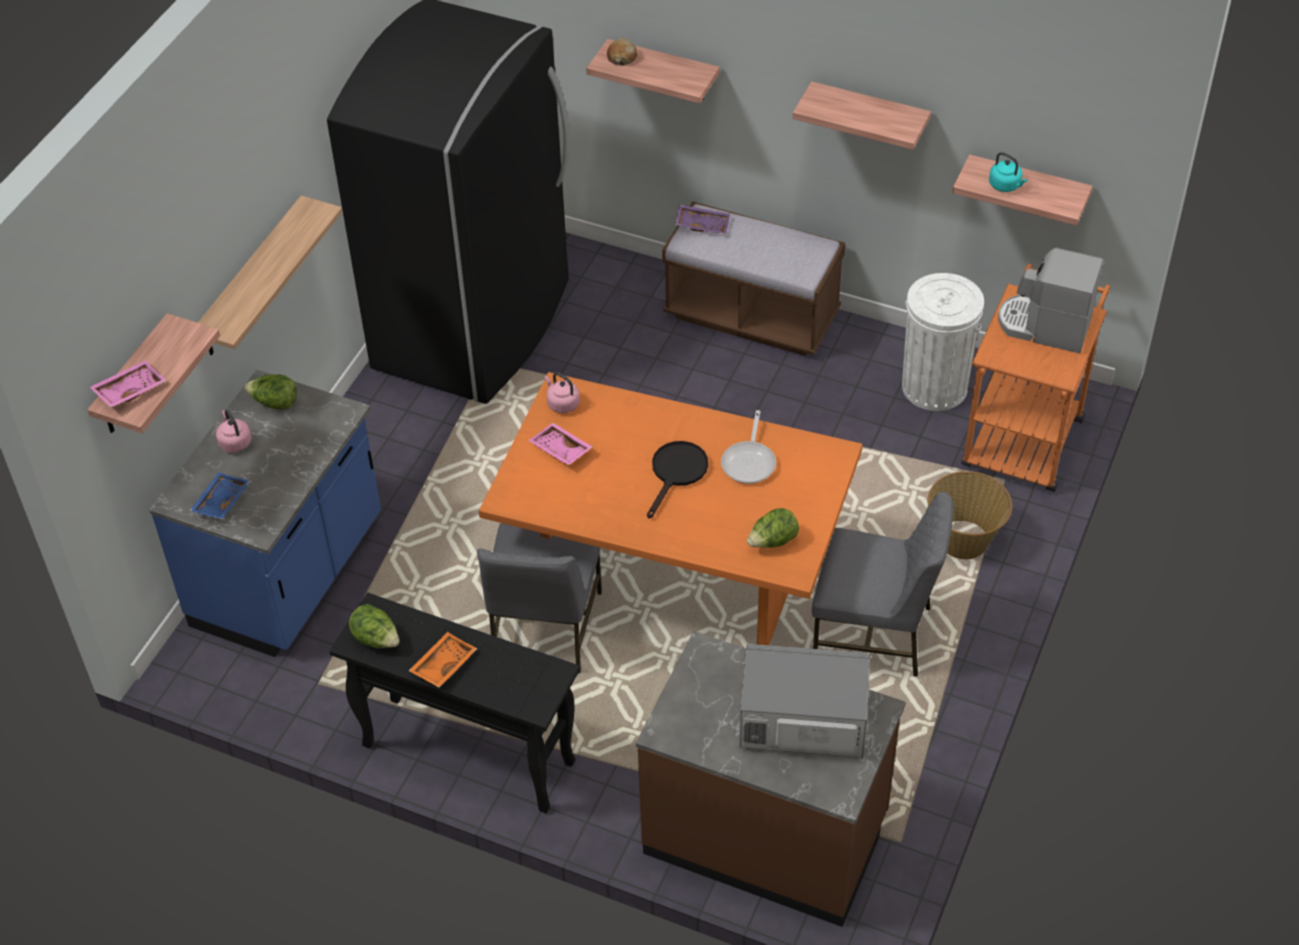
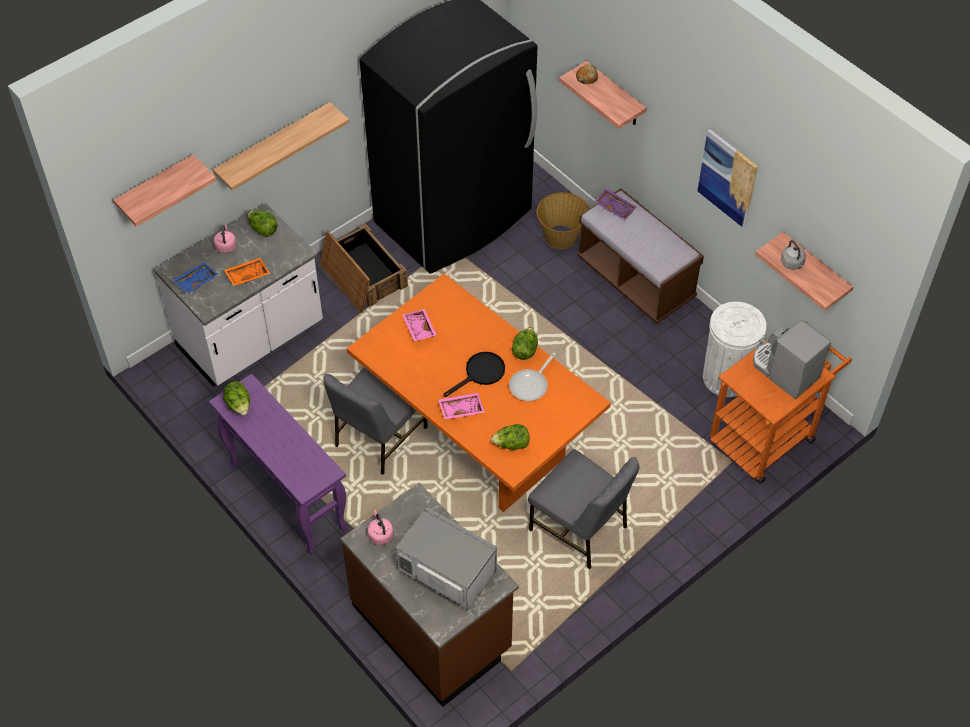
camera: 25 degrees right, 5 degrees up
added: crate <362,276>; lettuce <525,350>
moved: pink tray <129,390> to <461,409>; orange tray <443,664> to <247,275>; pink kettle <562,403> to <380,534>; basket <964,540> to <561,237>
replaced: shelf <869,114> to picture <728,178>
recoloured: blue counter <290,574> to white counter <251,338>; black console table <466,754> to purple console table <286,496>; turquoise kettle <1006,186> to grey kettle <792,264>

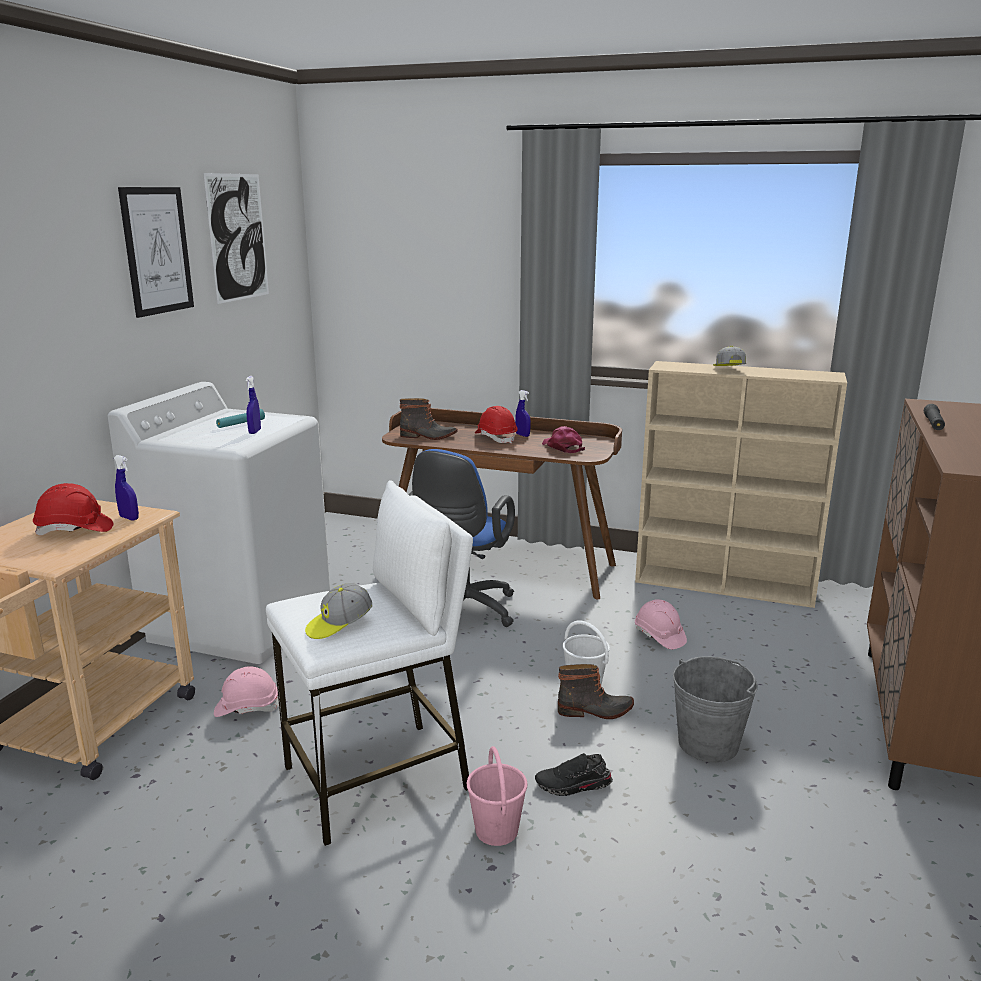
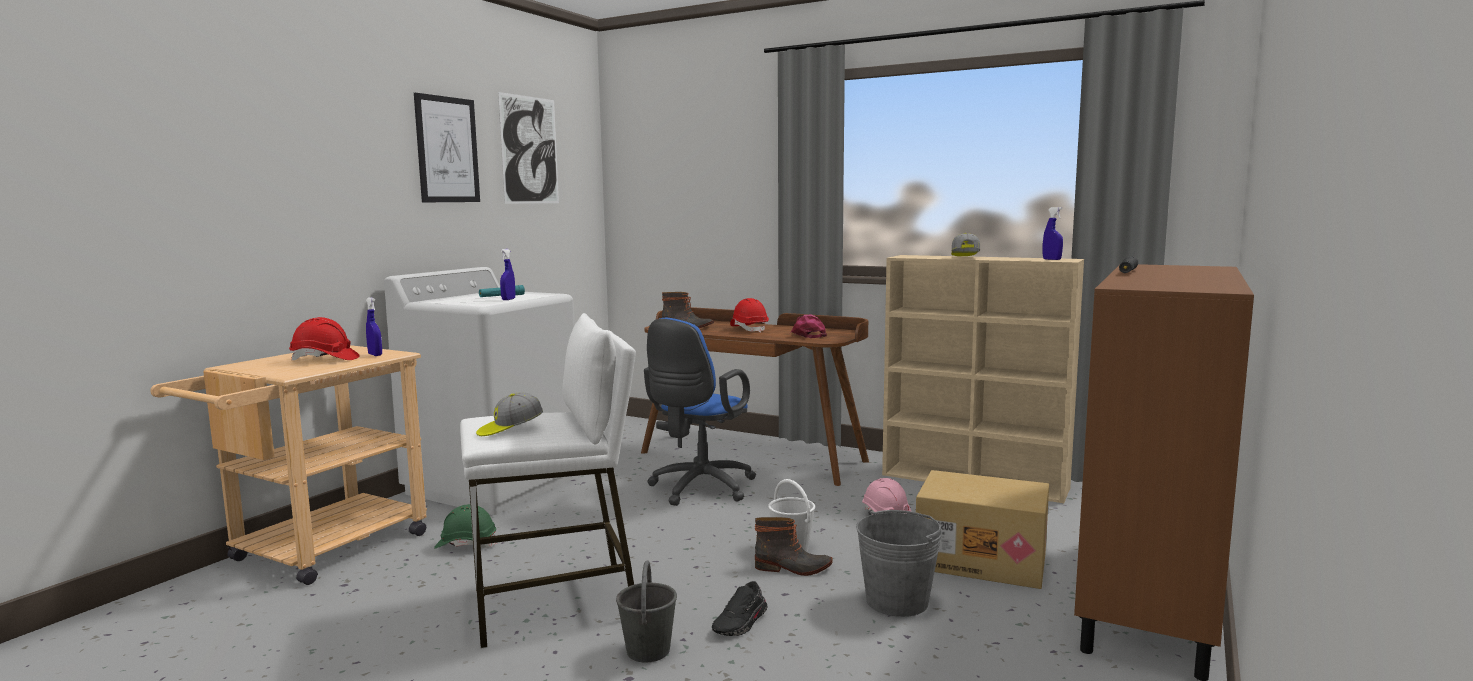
camera: 10 degrees right, 10 degrees down
added: cardboard box <982,560>
moved: blue spray bottle <522,435> to <1051,259>
recoloured: pink hard hat <247,707> to green hard hat <466,544>; pink bucket <497,831> to grey bucket <648,651>
turned: black shoe <573,786> = <741,623> 60 degrees counterclockwise

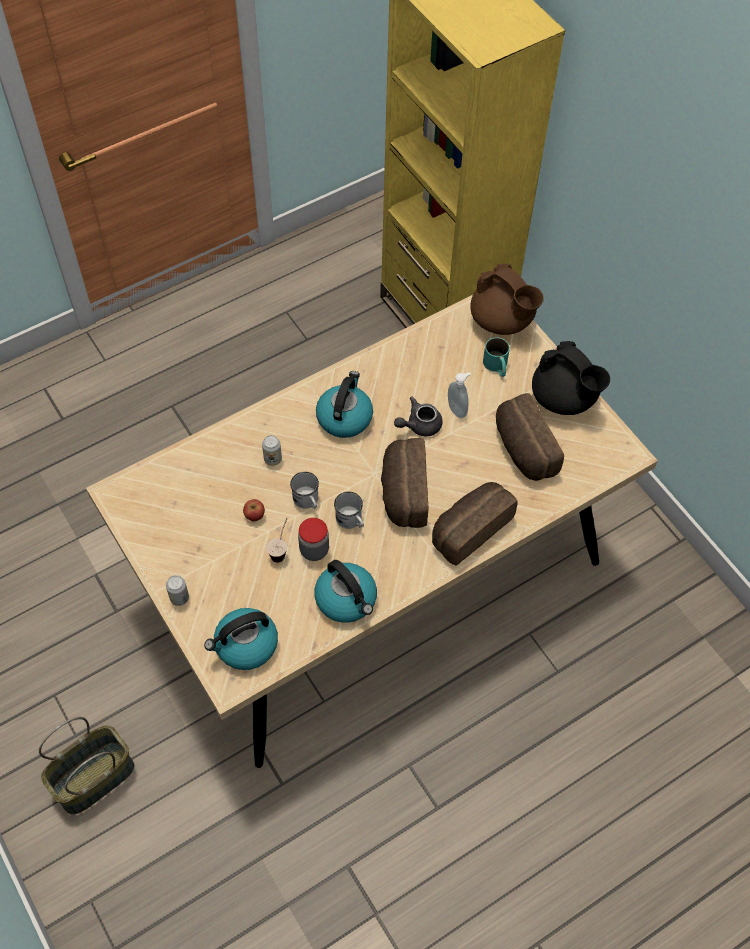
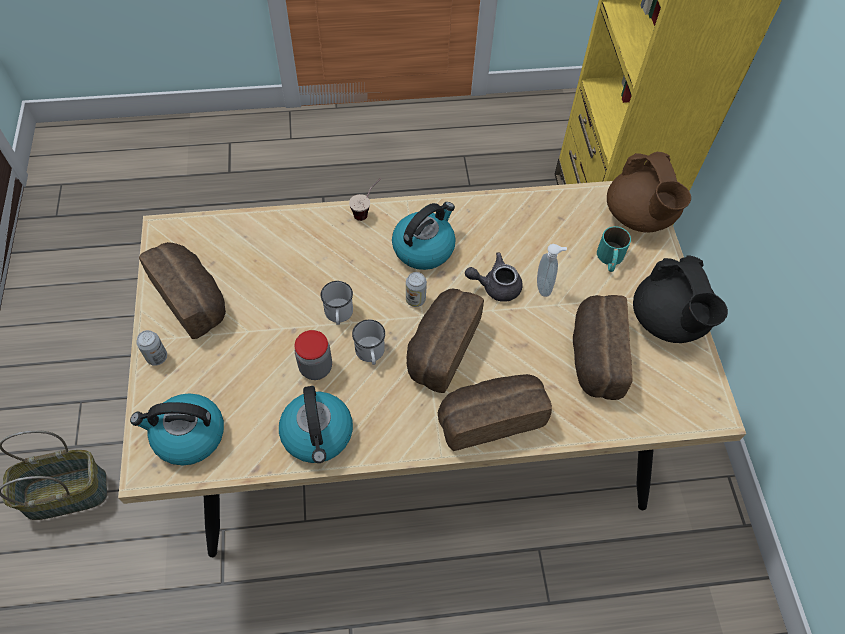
camera: 25 degrees right, 0 degrees up
removed: apple <254,515>
added: bread <193,298>
moved: can <273,459> to <415,299>; cup <281,549> to <367,211>

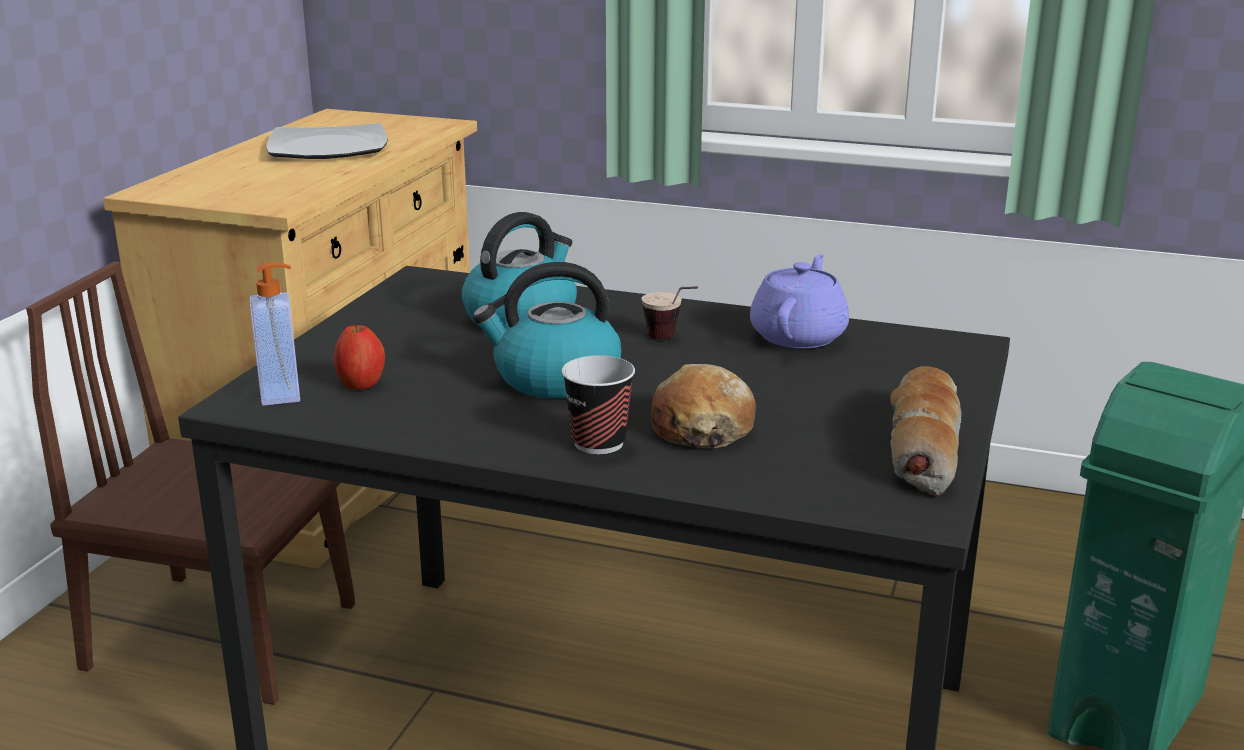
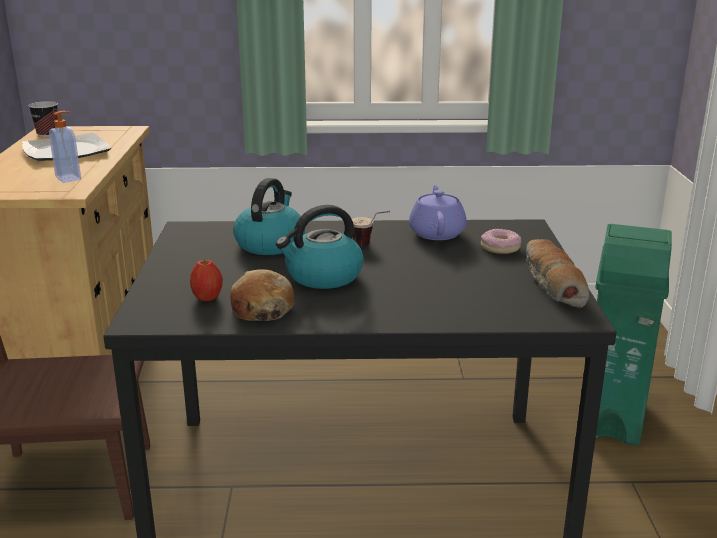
camera: 20 degrees left, 0 degrees up
added: donut <500,247>
moved: soap dispenser <282,394> to <69,178>; cup <598,443> to <47,134>; bread <701,428> to <262,308>

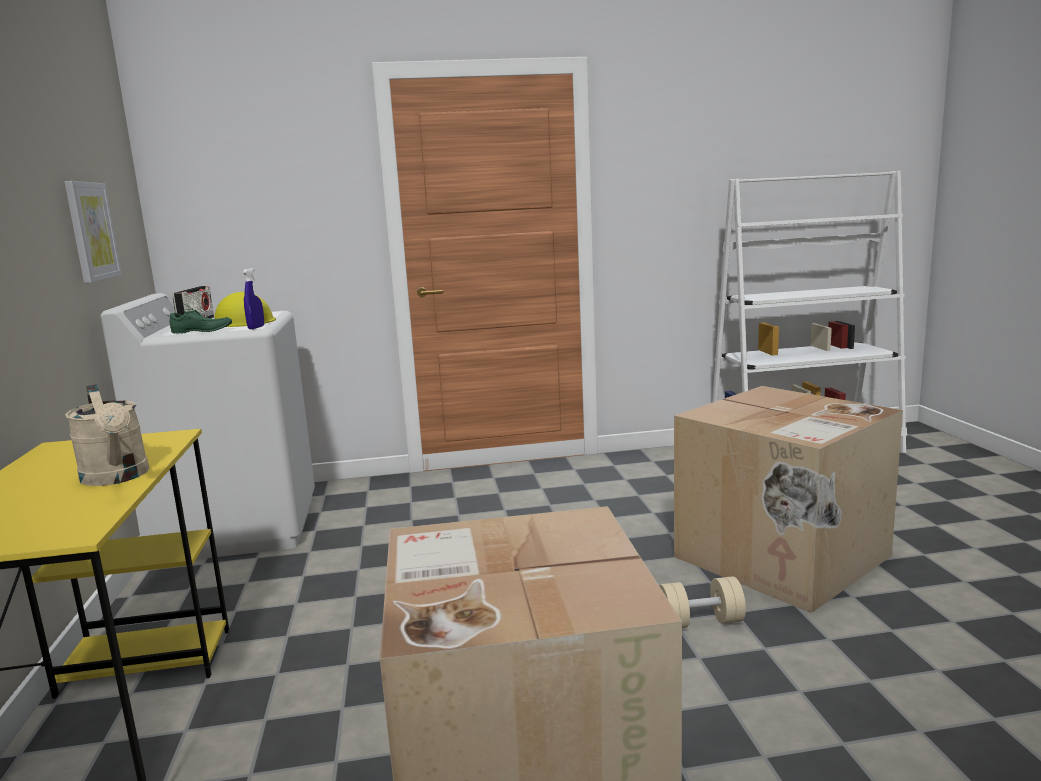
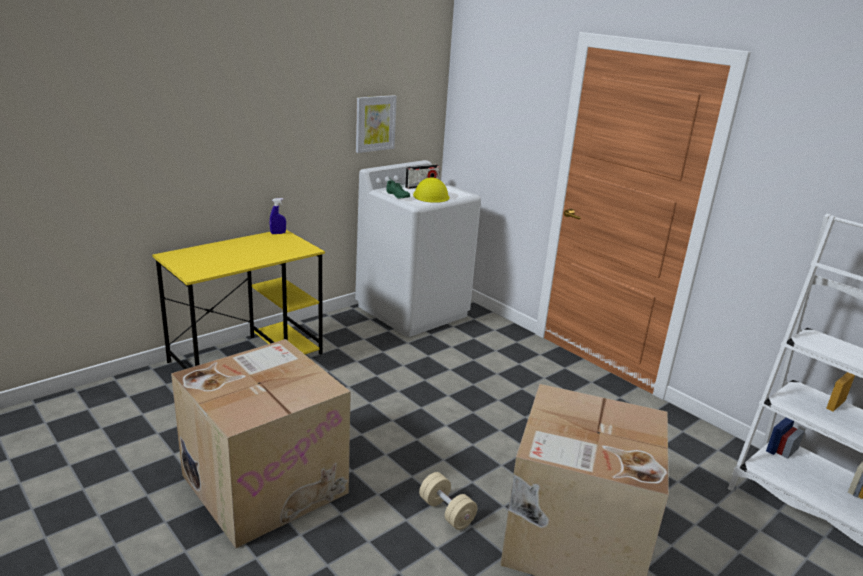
camera: 55 degrees right, 10 degrees up
removed: beige watering can <117,478>
moved: blue spray bottle <256,327> to <278,233>

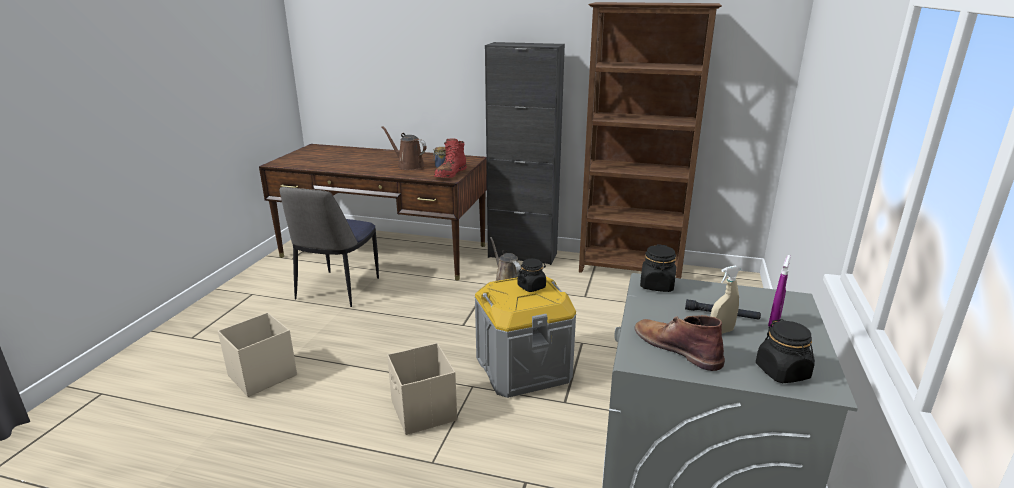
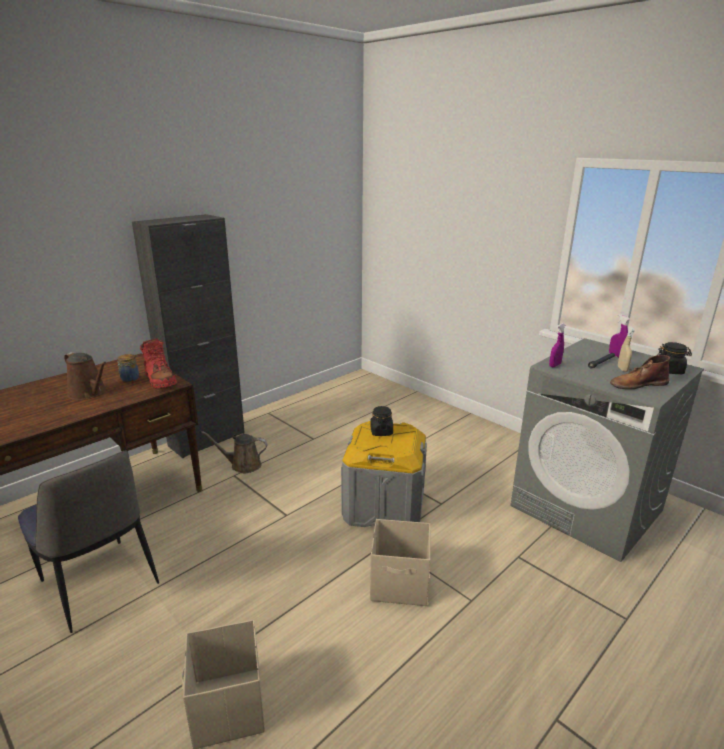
camera: 60 degrees left, 0 degrees up
removed: brown bookcase <631,270>
replaced: black jar <657,285> to purple spray bottle <554,365>
turned: brown watering can <408,166> = <89,393> 120 degrees counterclockwise

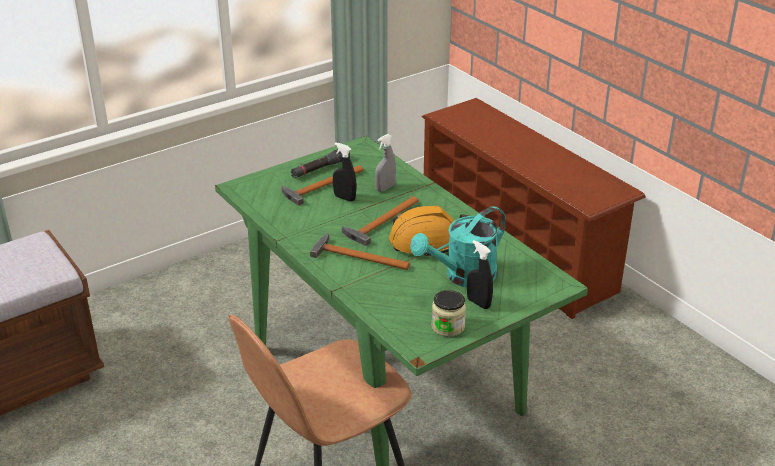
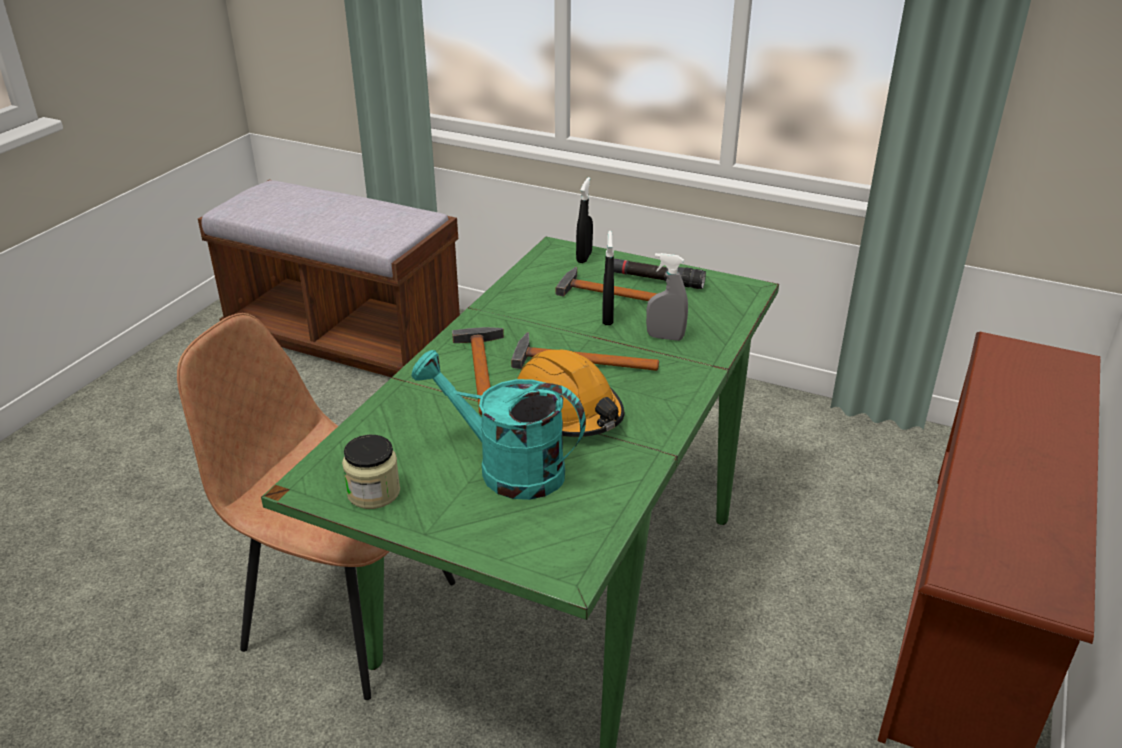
camera: 60 degrees right, 0 degrees up
moved: black spray bottle <478,303> to <584,257>

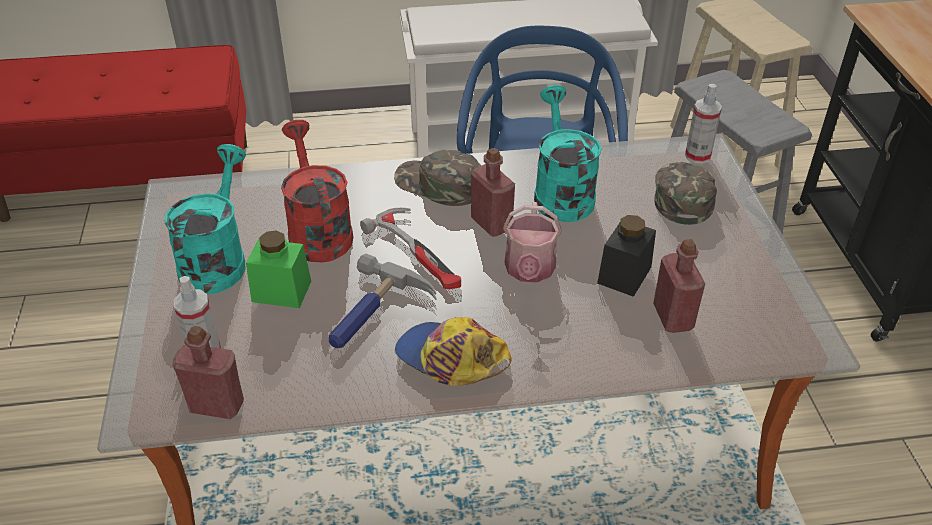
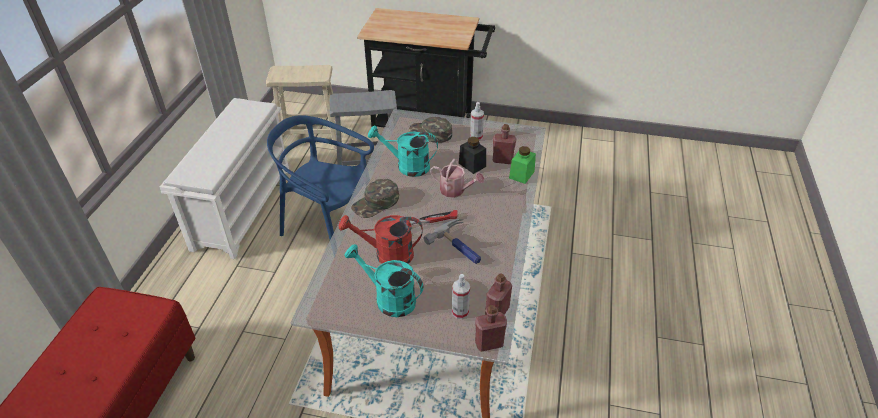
camera: 70 degrees left, 0 degrees up
removed: cap <450,359>
moved: green jar <281,291> to <521,174>; red bottle <491,224> to <489,343>; spray bottle <697,156> to <476,137>

